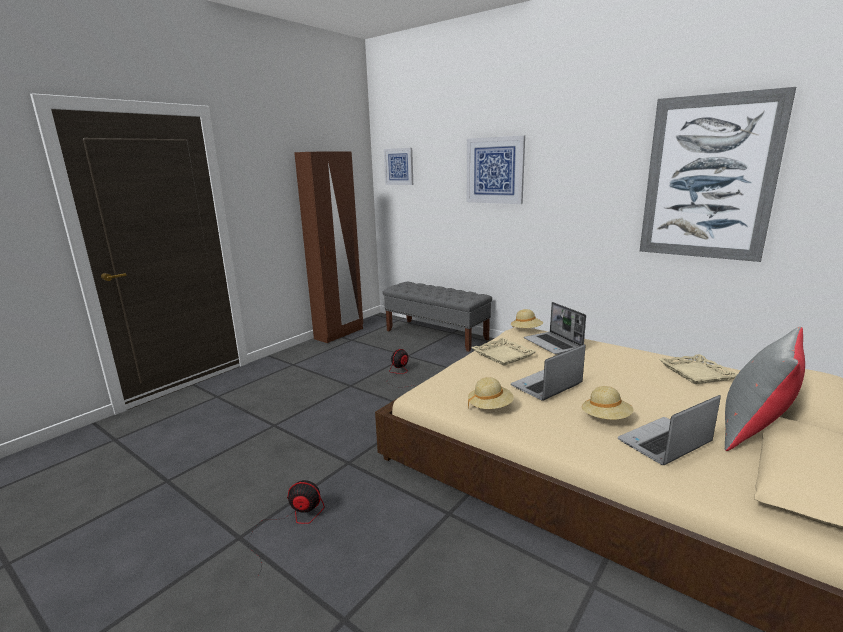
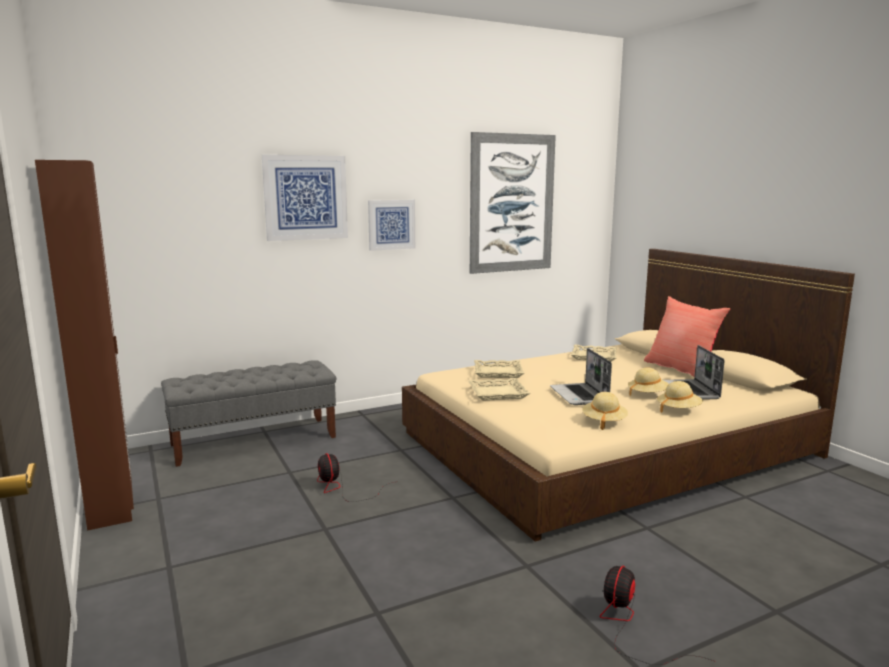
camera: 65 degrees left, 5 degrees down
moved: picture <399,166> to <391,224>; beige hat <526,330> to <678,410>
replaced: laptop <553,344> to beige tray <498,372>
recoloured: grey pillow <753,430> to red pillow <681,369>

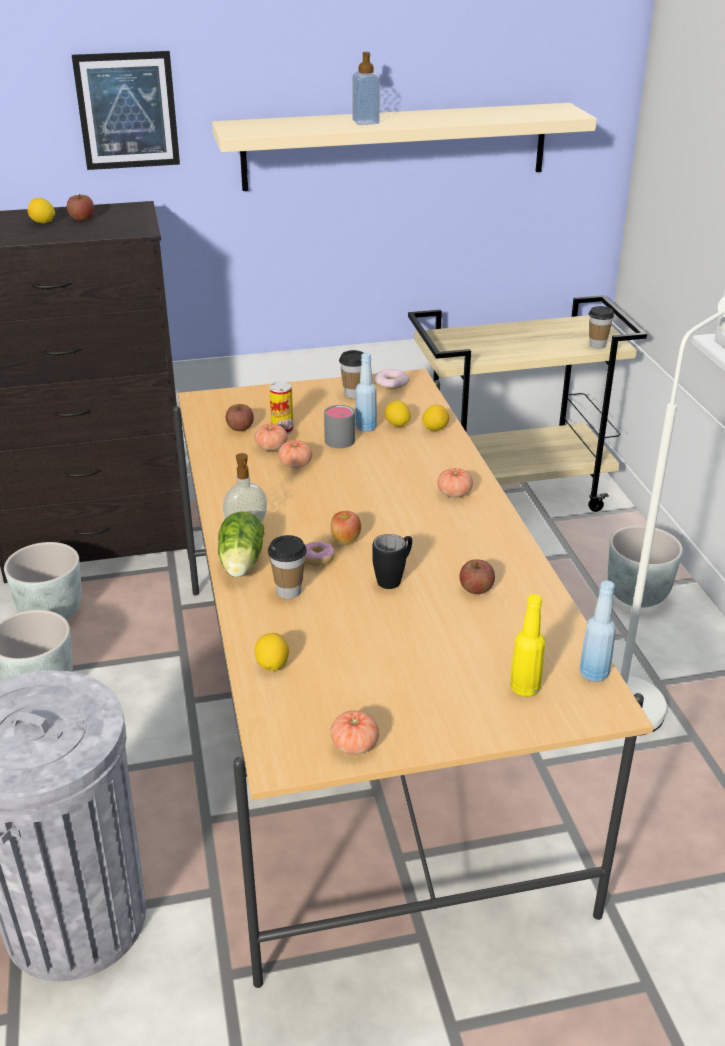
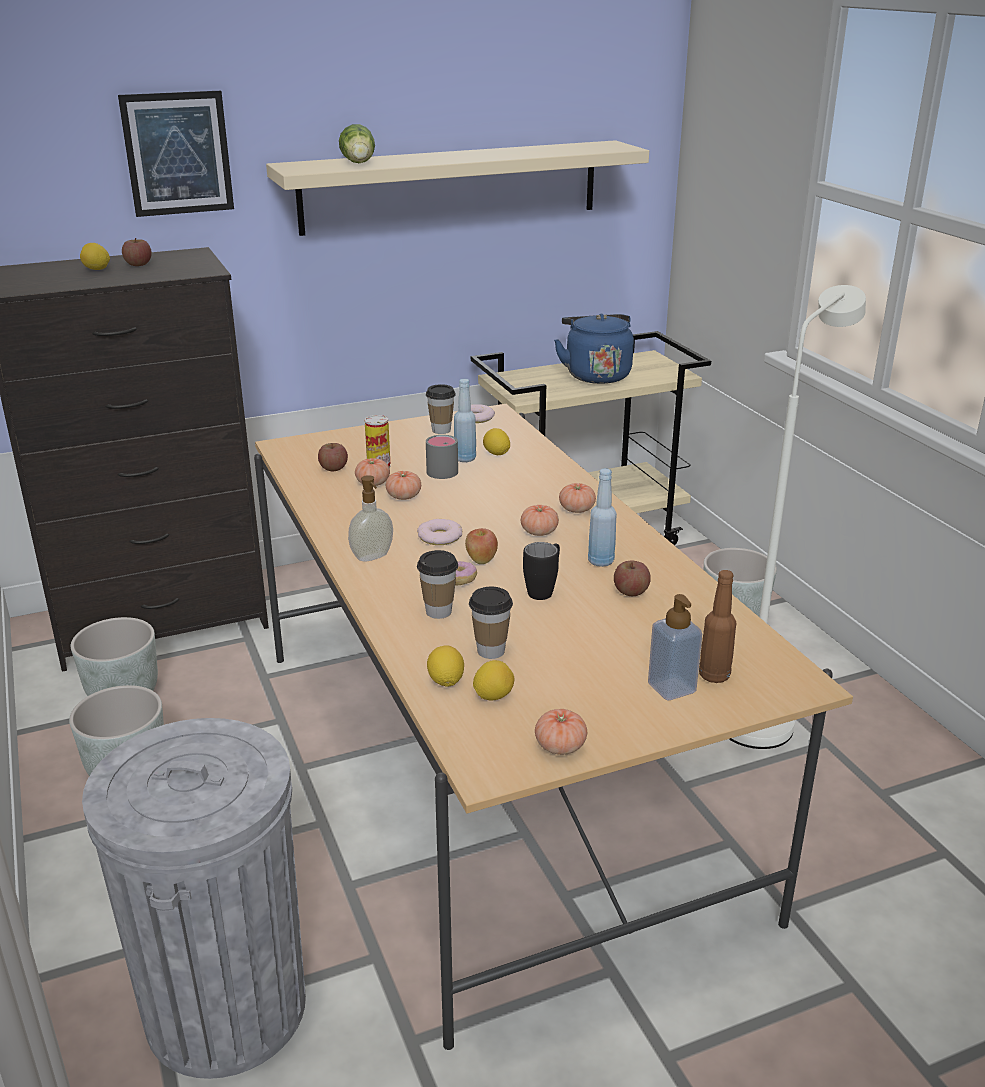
camera: 10 degrees left, 5 degrees down
added: donut <439,537>; tomato <539,532>; blue kettle <596,375>
moved: lettuce <241,564> to <358,163>; soap dispenser <366,122> to <671,688>; lemon <435,428> to <493,696>; blue bottle <593,674> to <600,561>; cup <597,345> to <490,651>
recoloured: yellow bottle <524,688> to brown bottle <714,675>

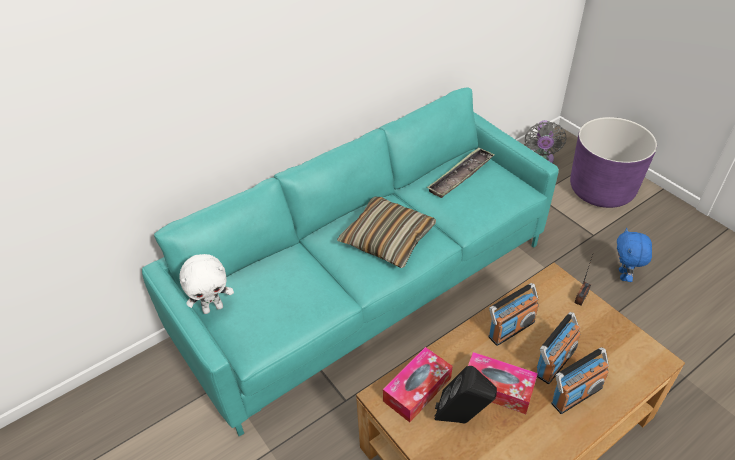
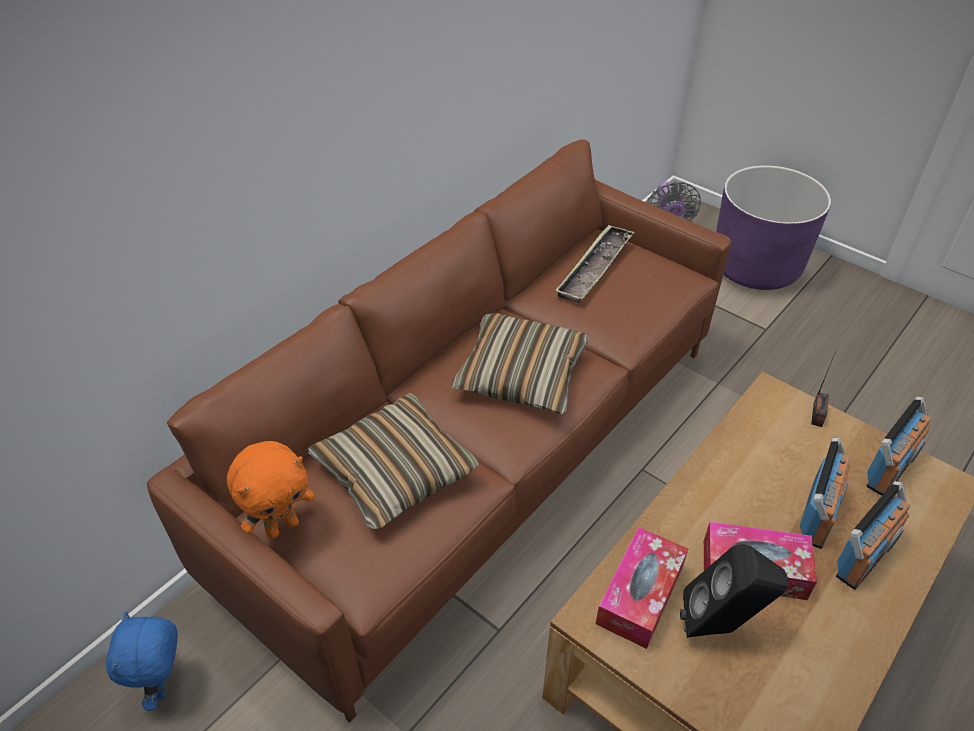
camera: 15 degrees left, 0 degrees up
added: pillow <395,471>
moved: radio <511,329> to <890,469>; blue plush toy <624,275> to <164,685>
recoloured: turquoise sofa <369,293> to brown sofa <485,460>; white plush toy <213,308> to orange plush toy <282,526>

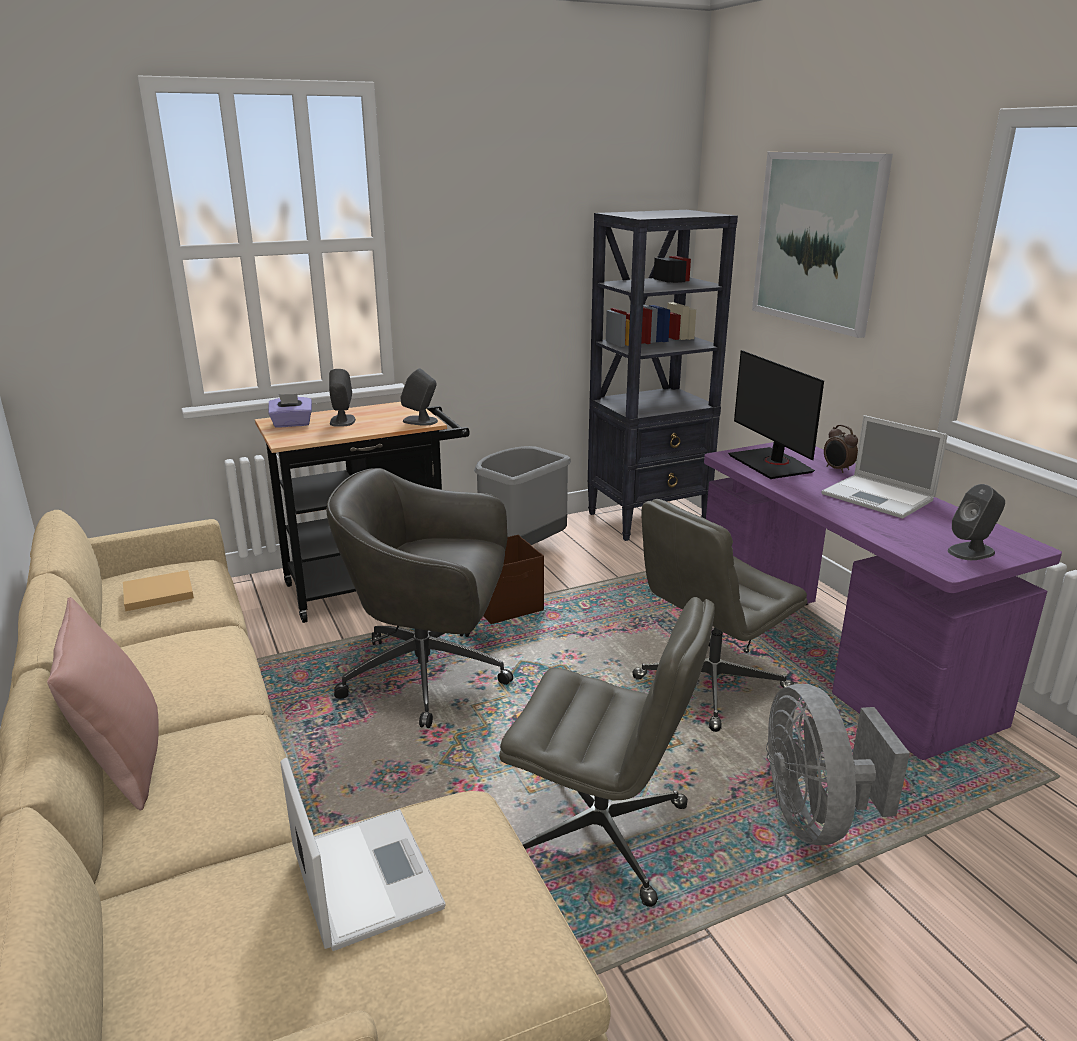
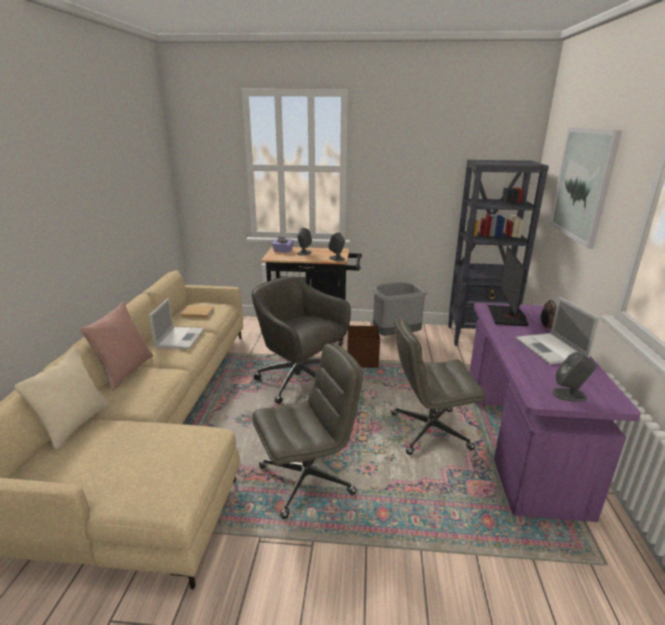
camera: 30 degrees right, 0 degrees up
removed: grey fan <815,817>
added: beige pillow <75,424>
moved: laptop <364,875> to <180,338>
turned: grey office chair <603,835> = <307,479> 75 degrees counterclockwise

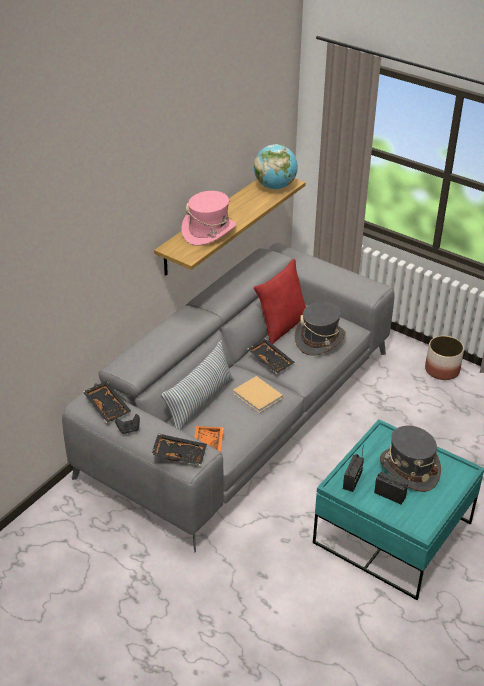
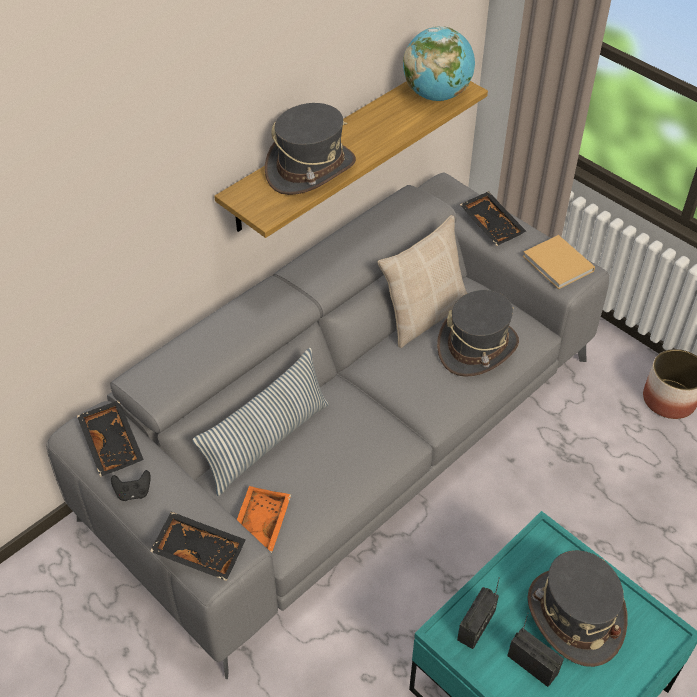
camera: 10 degrees right, 10 degrees up
moved: beige book <258,396> to <559,265>; black tray <271,360> to <492,224>
recoloured: pink hat <209,231> to grey hat <310,169>; red pillow <282,325> to beige pillow <424,315>

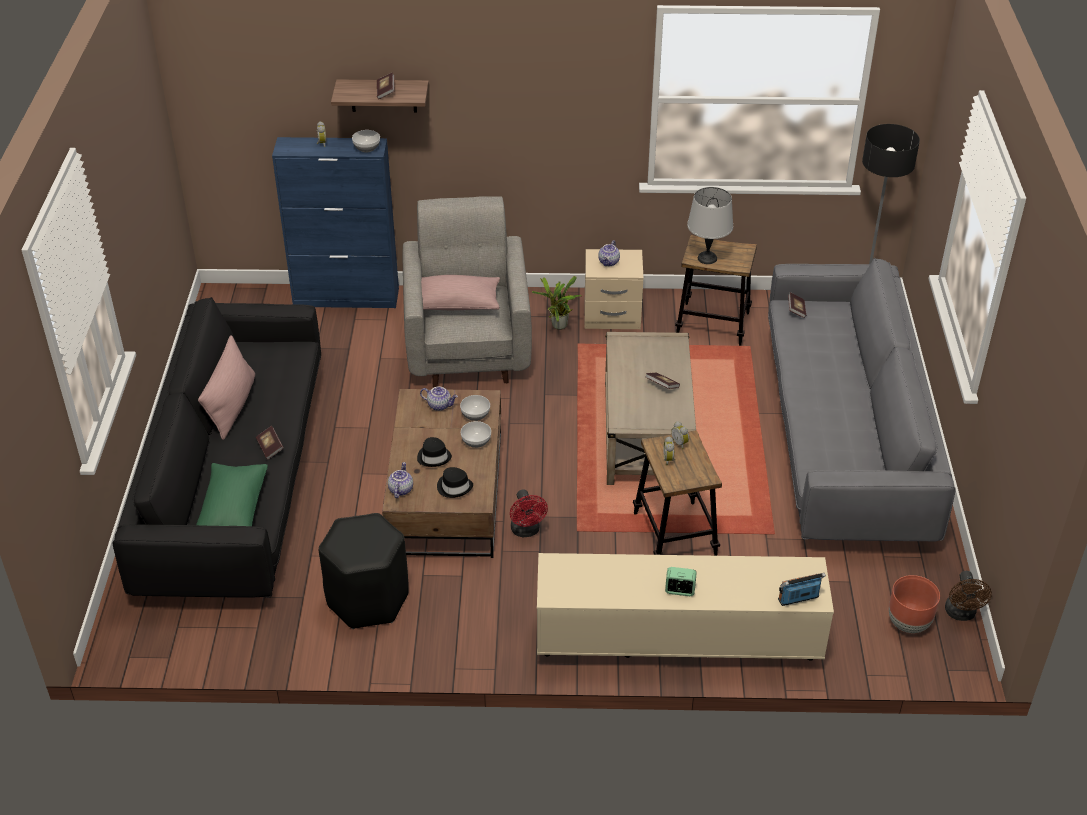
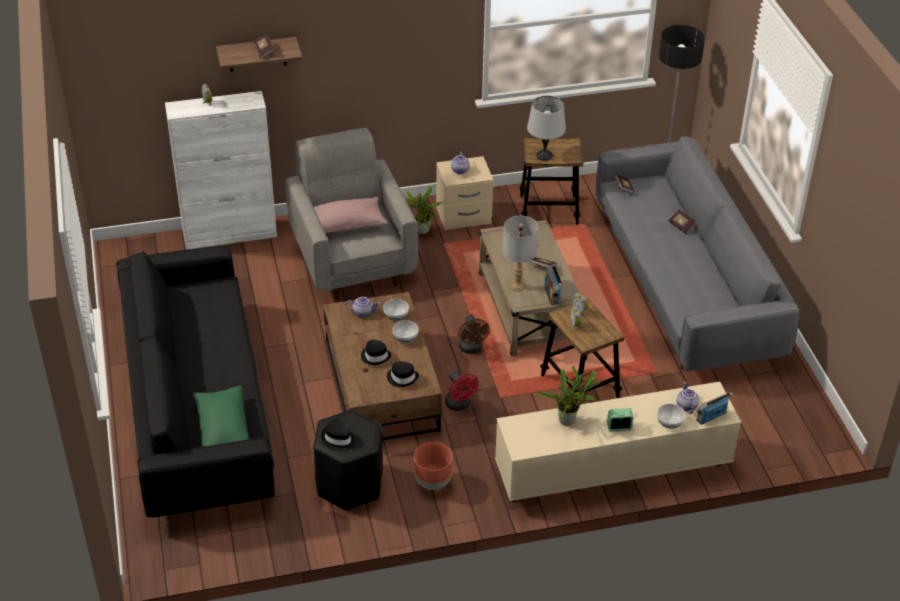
camera: 15 degrees left, 0 degrees up
removed: pink pillow <232,406>
added: black hat <338,439>; grey table lamp <518,286>; potted plant <569,420>; radio <551,294>
moved: book <270,447> to <682,226>; bowl <366,148> to <669,422>; teapot <400,489> to <686,406>; brown planter <908,624> to <433,482>; brown fan <961,614> to <472,349>
recoloured: blue cabinet <347,297> to white cabinet <230,234>

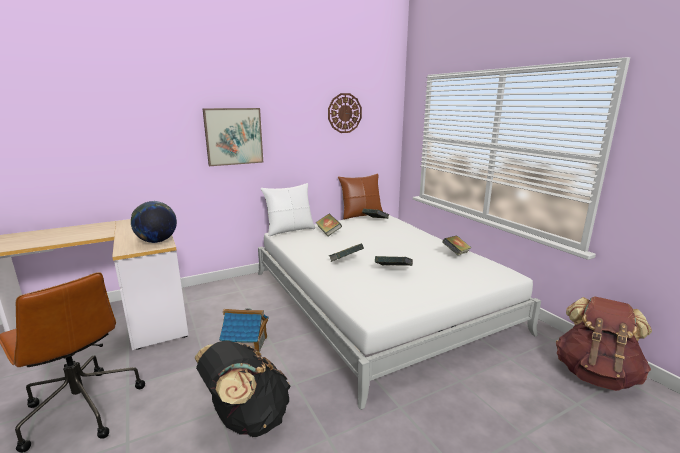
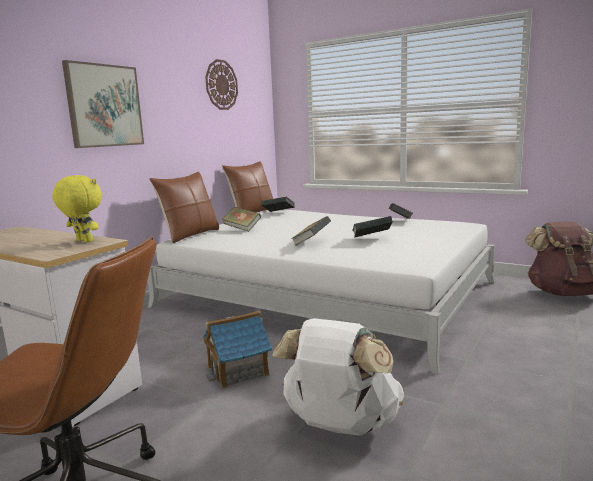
camera: 30 degrees left, 5 degrees down
replaced: globe <157,241> to yellow plush toy <83,241>
recoloured: black backpack <247,419> to white backpack <340,426>; white pillow <290,230> to brown pillow <190,235>

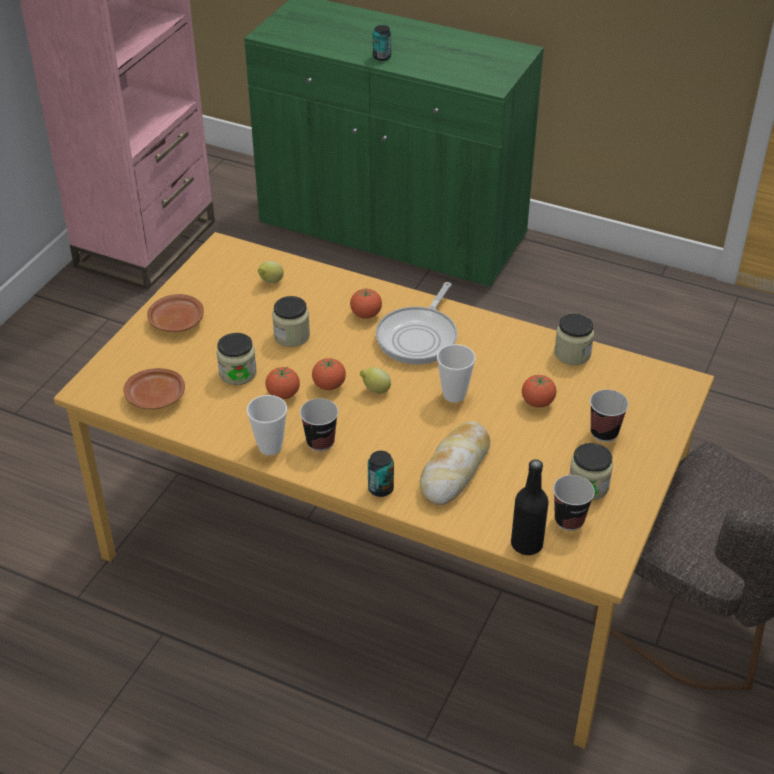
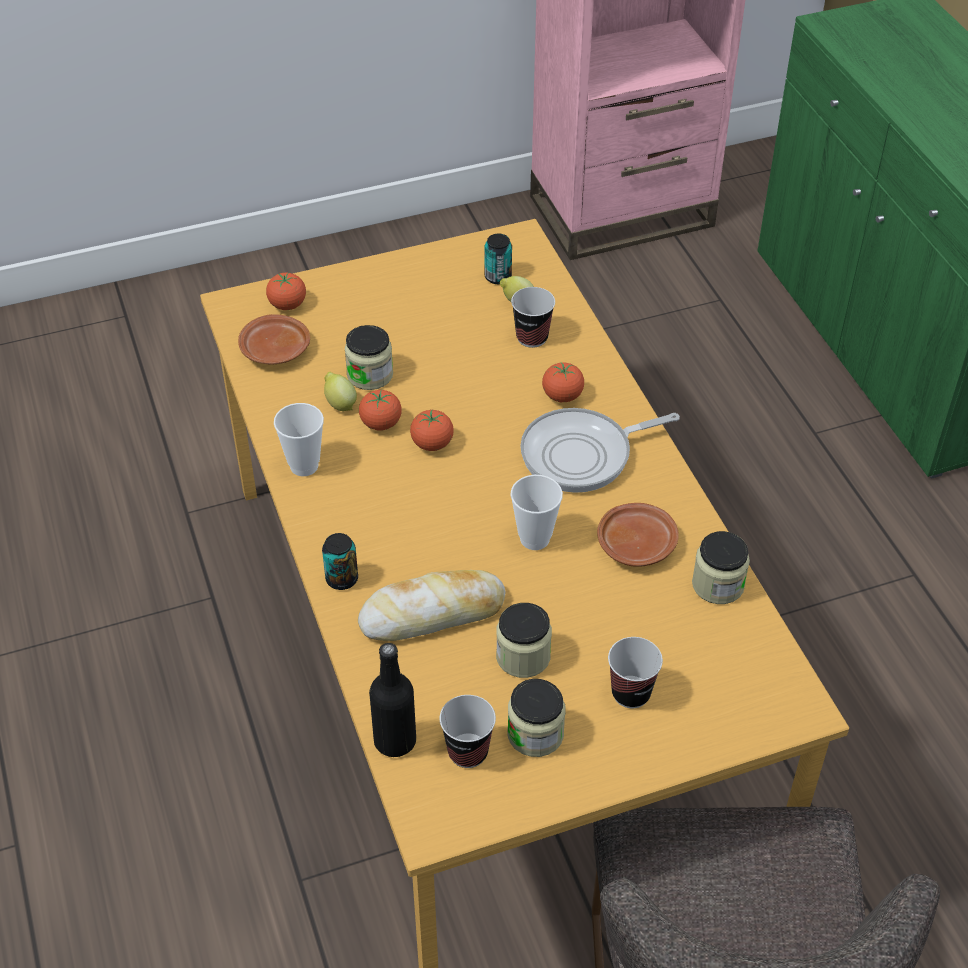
camera: 45 degrees right, 5 degrees up
moved: brown plate <176,321> to <636,543>; jar <292,336> to <523,656>; cup <320,442> to <532,337>; lemon <375,390> to <340,404>; can <382,57> to <498,277>; tomato <537,402> to <287,305>

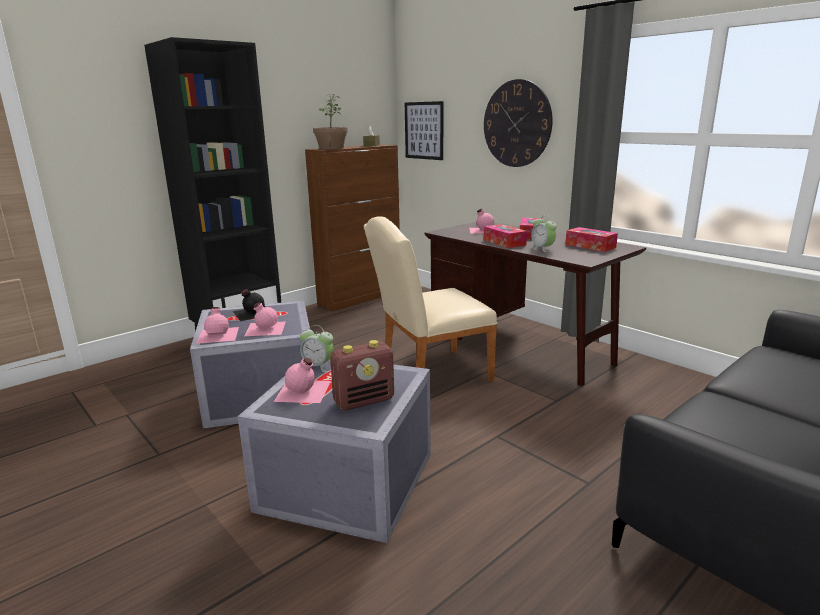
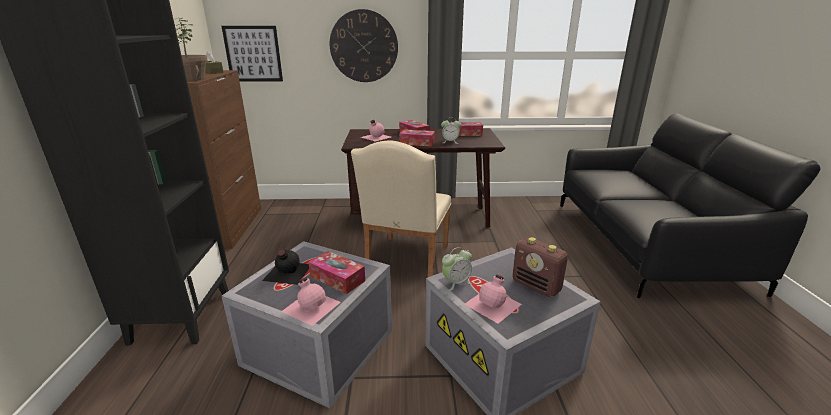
camera: 50 degrees left, 5 degrees up
replaced: pink bottle <265,328> to tissue box <337,278>
turned: radio <364,401> = <536,286> 120 degrees clockwise

